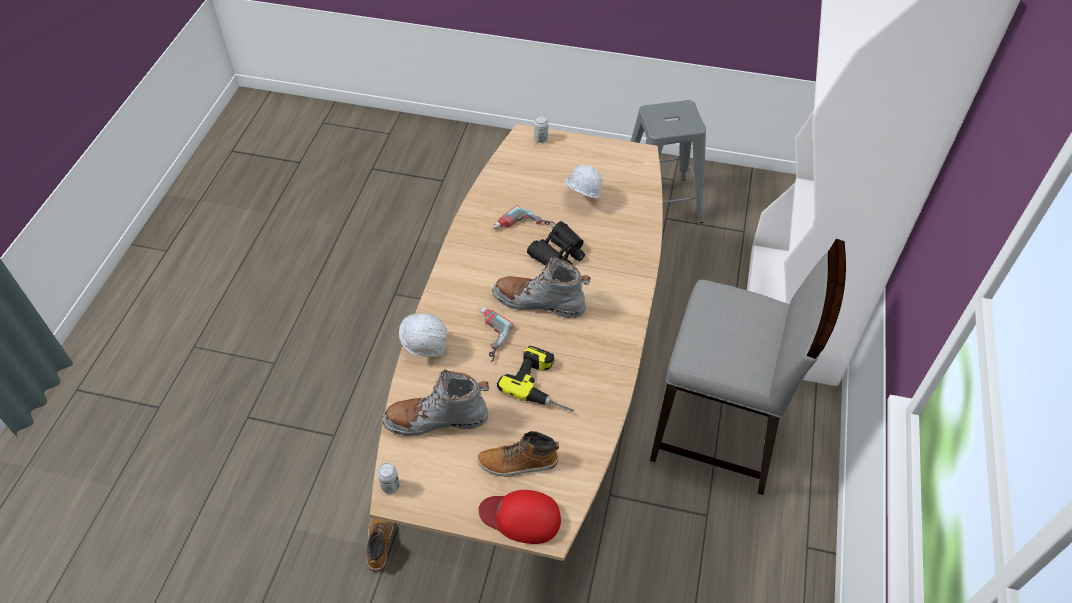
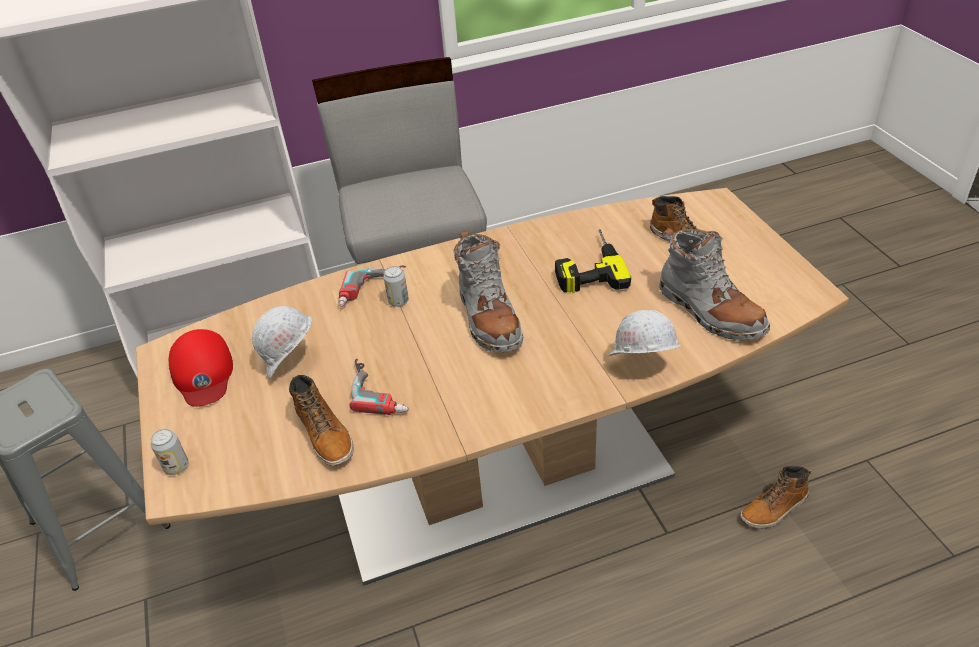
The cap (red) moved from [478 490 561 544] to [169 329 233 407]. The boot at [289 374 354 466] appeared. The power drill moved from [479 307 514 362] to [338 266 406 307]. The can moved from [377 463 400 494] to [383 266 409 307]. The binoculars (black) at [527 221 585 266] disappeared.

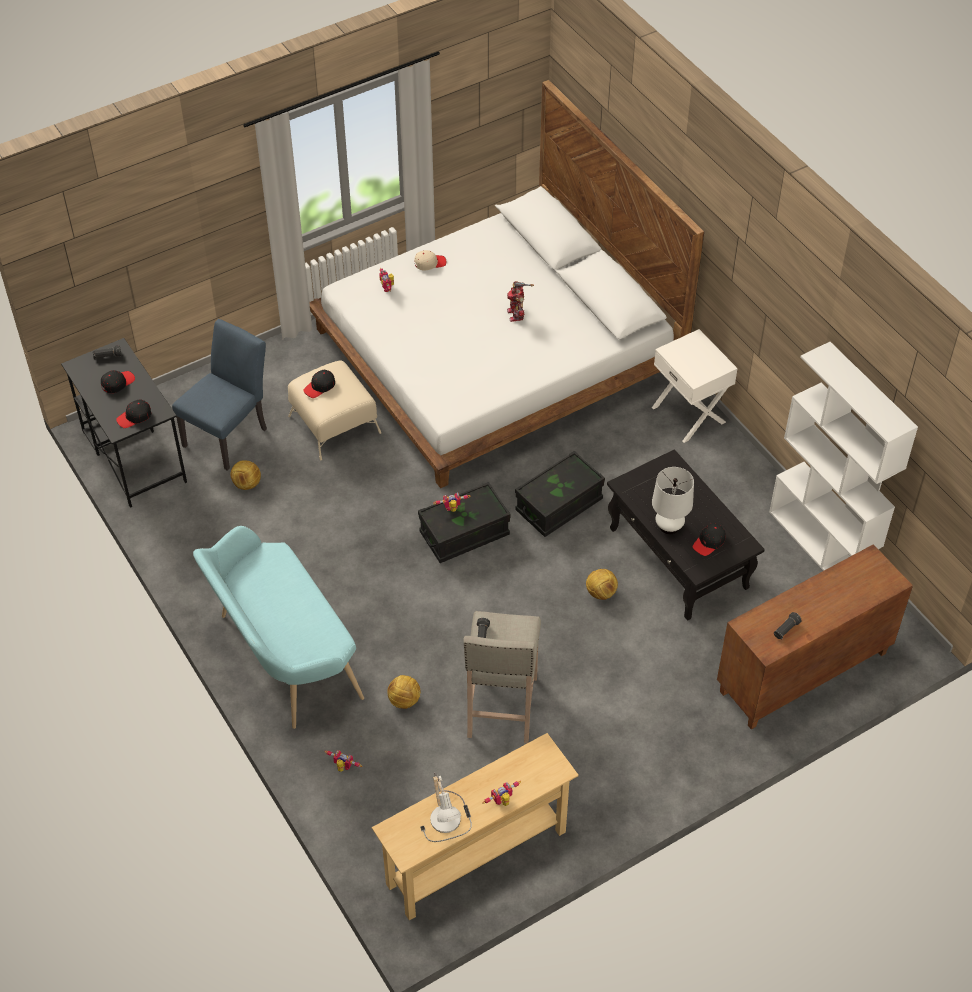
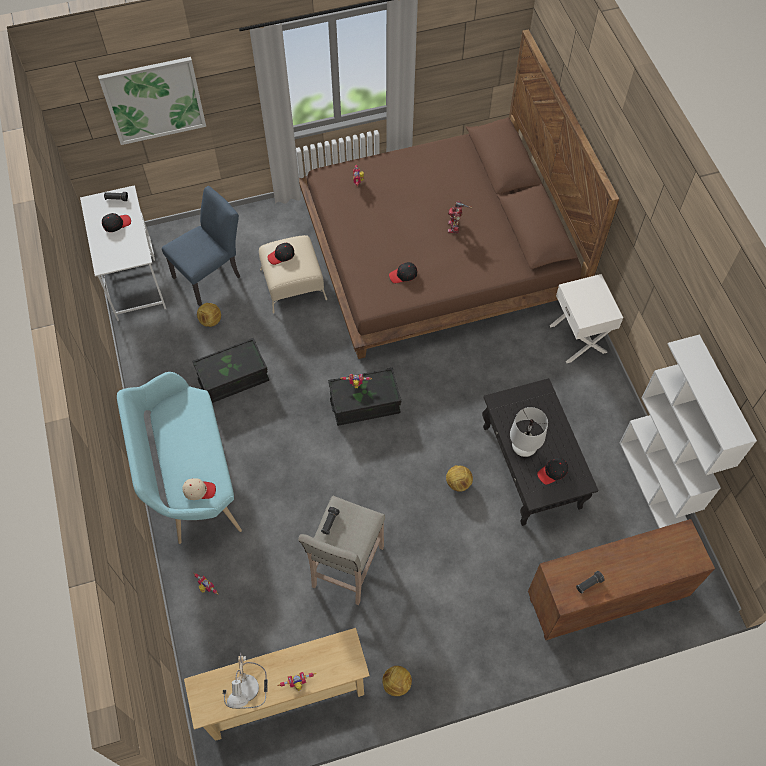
The desk (black) at [61 338 187 508] became the desk (white) at [80 185 166 321]. The picture at [98 57 206 145] appeared. The cap (beige) moved from [414 250 447 270] to [182 478 216 500]. The storage box (black) moved from [515 451 605 537] to [192 338 269 403]. The bed (white) at [309 80 704 488] became the bed (brown) at [299 29 620 359]. The football moved from [387 675 421 709] to [382 666 412 696]. The cap (black) moved from [116 400 151 428] to [389 262 417 283].

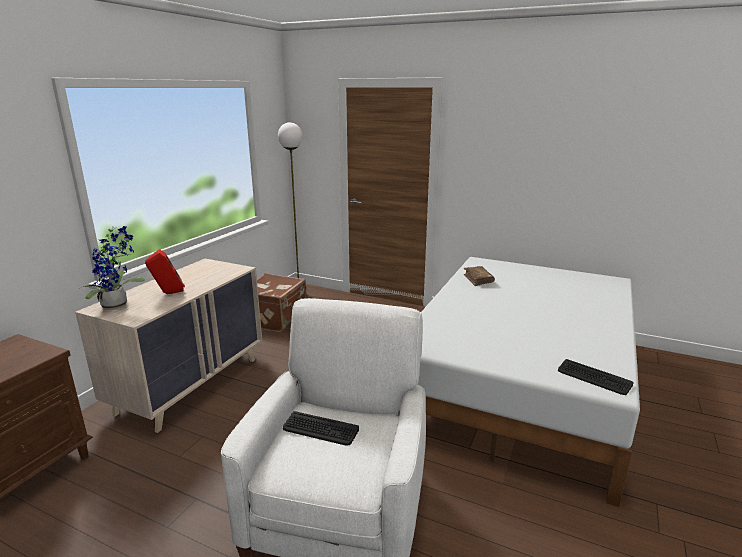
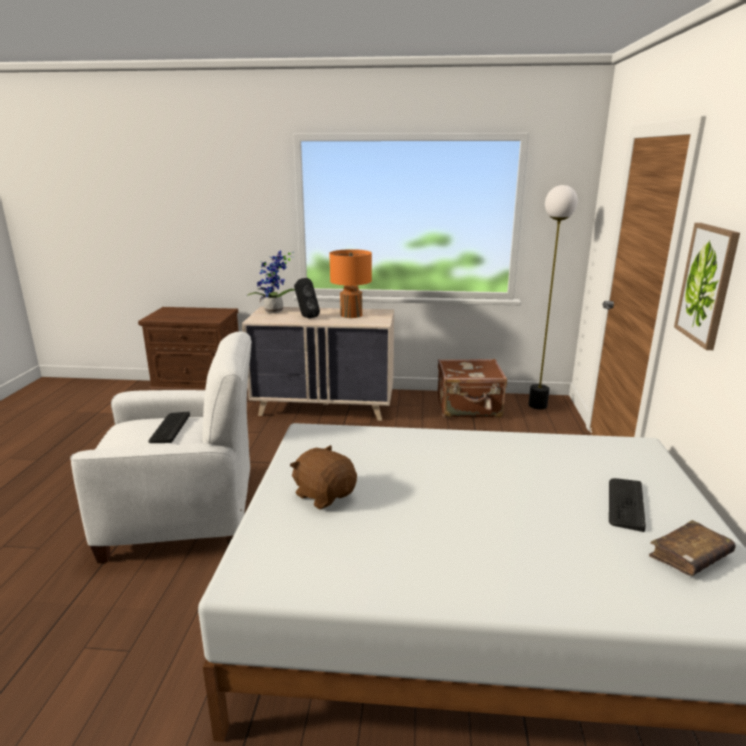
The plush toy (brown) at [290 445 357 509] appeared. The speaker (red) at [145 249 185 294] became the speaker (black) at [294 278 320 318]. The table lamp (orange) at [329 249 372 318] appeared. The keyboard moved from [558 359 634 395] to [609 478 646 532]. The book (brown) moved from [464 266 495 286] to [649 520 736 576]. The picture at [674 223 740 350] appeared.

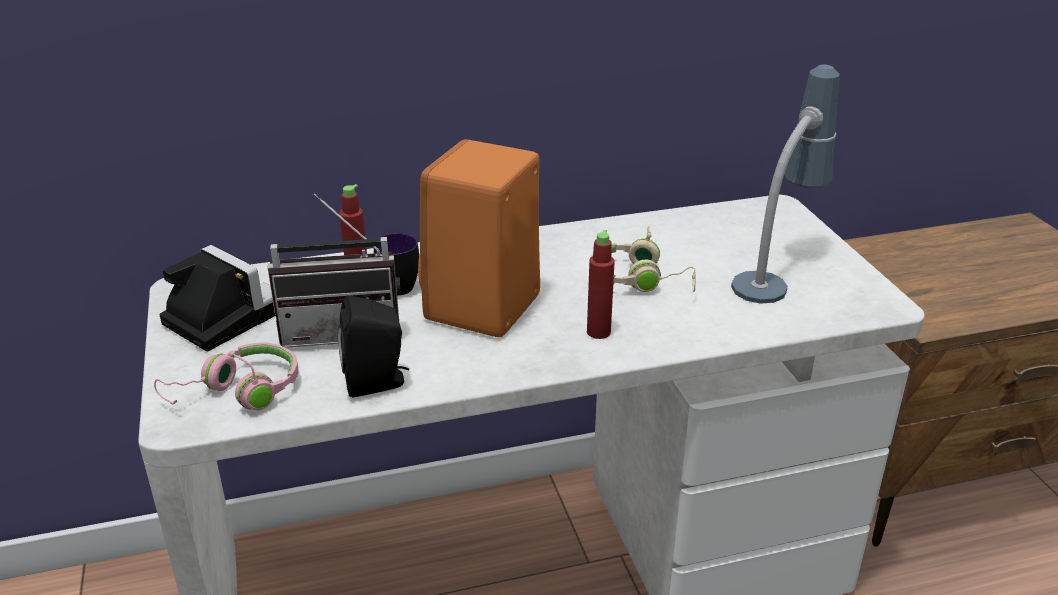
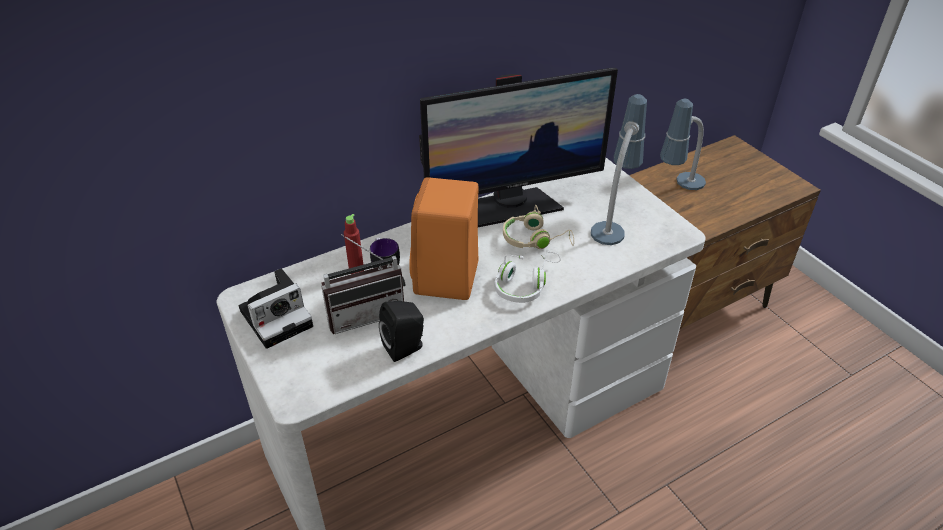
The photo camera at [159 245 275 351] turned 120 degrees clockwise. The monitor at [419 68 618 227] appeared. The bottle (red) at [587 230 615 339] was replaced by the headphones (white) at [494 252 561 303]. The table lamp at [660 99 706 190] appeared. The headphones (pink) at [154 342 299 410] disappeared.

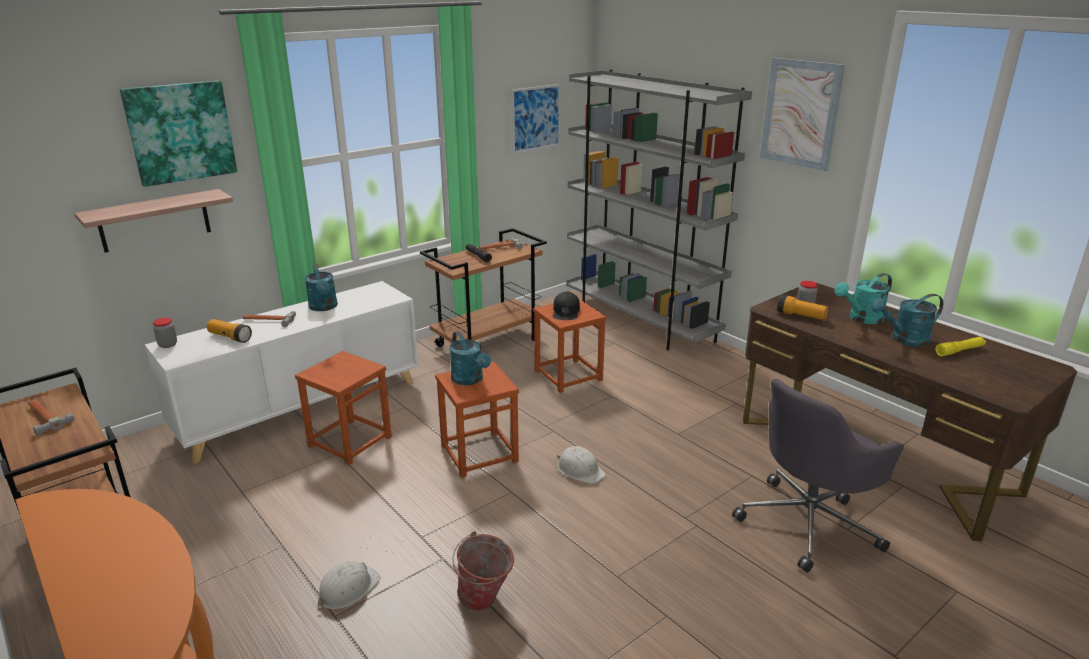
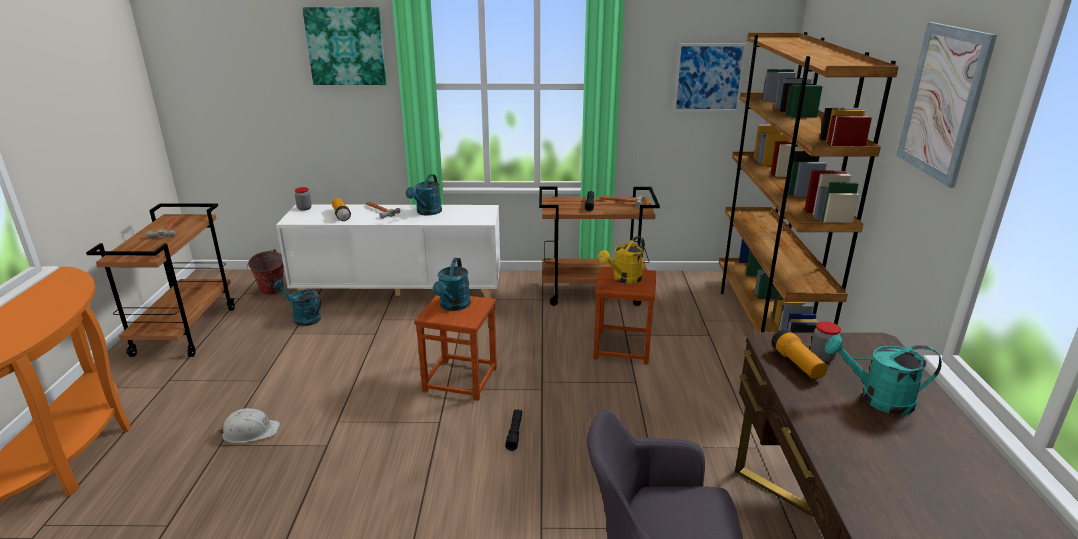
The bucket moved from [453 531 514 610] to [247 249 284 295]. The watering can (turquoise) moved from [871 294 943 347] to [273 280 321 326]. The hard hat (white) at [557 446 606 484] was replaced by the flashlight (black) at [505 410 522 451]. The cap (black) at [553 291 580 320] was replaced by the watering can (yellow) at [598 236 645 284]. The bookcase (grey) at [566 70 752 350] became the bookcase (brown) at [719 32 899 333]. The shelf at [74 189 233 253] disappeared. The stool (brown) at [295 351 392 465] disappeared. The flashlight (yellow) at [935 337 986 356] disappeared.

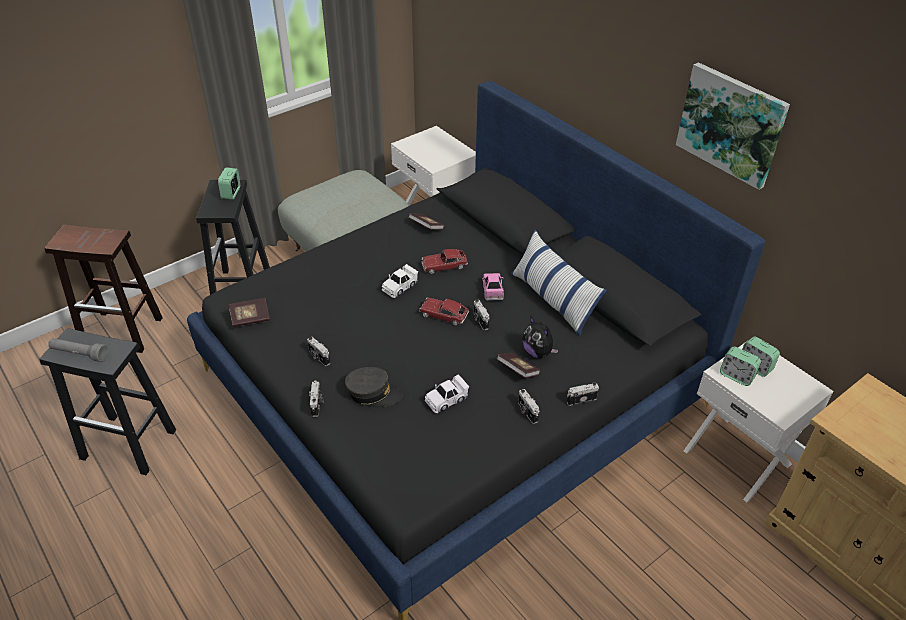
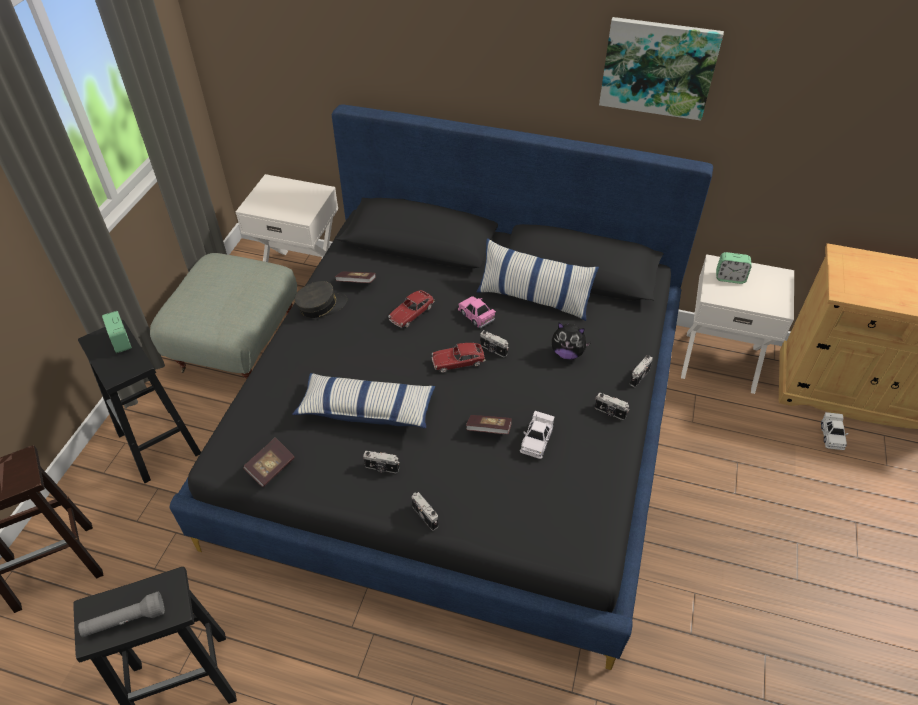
The pillow at [292 373 435 429] appeared. The cap (grey) moved from [345 367 402 408] to [294 281 347 318]. The book moved from [497 353 541 378] to [466 415 512 434]. The toy car (white) moved from [381 264 418 298] to [821 412 849 450]. The alarm clock at [720 347 761 386] disappeared.

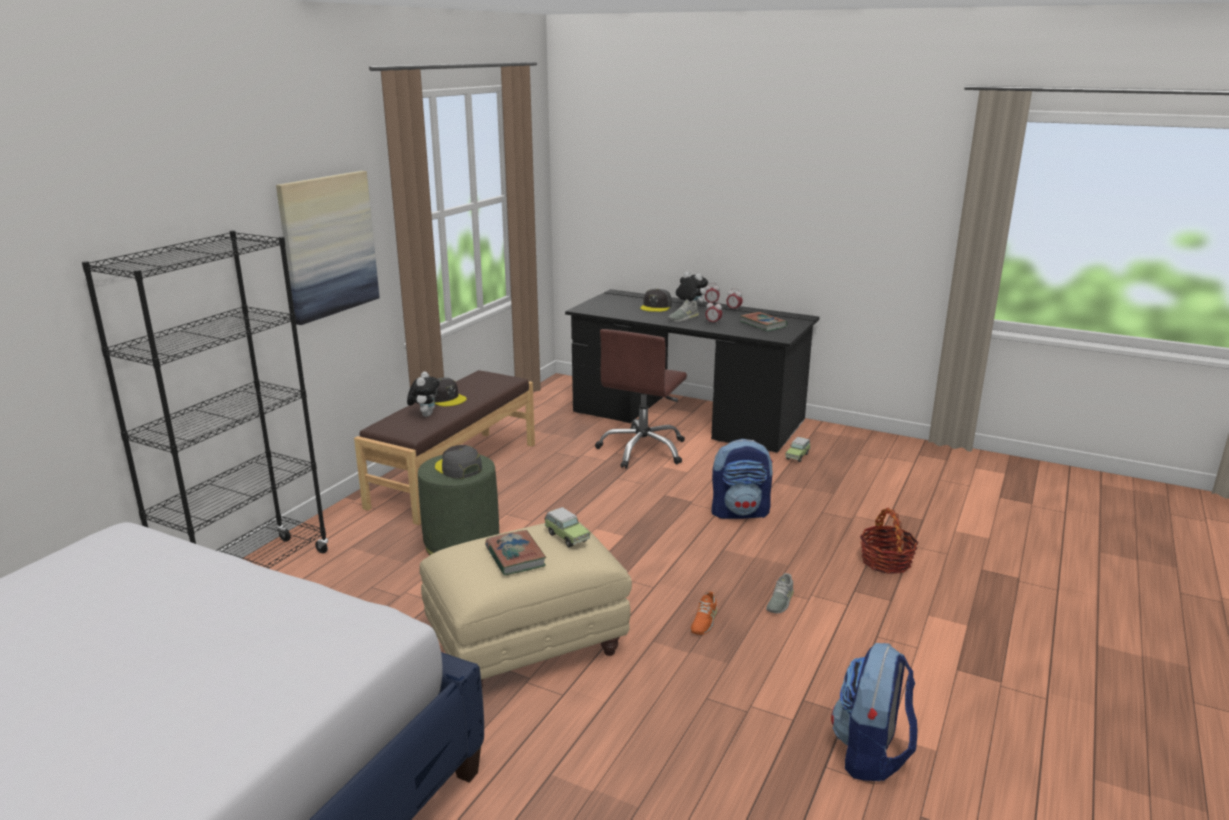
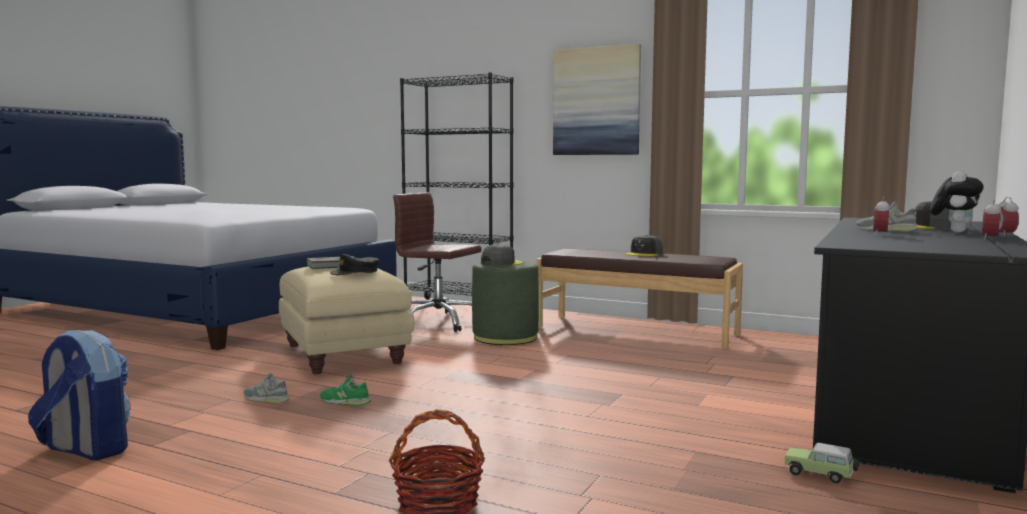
The shoe (grey) moved from [766 573 794 613] to [244 373 290 404]. The shoe (orange) at [690 592 717 635] became the shoe (green) at [320 375 371 406]. The toy car at [545 507 590 548] was replaced by the cap (black) at [330 254 380 275]. The office chair (brown) moved from [595 329 687 469] to [393 193 482 332]. The plush toy at [407 372 440 417] disappeared. The backpack at [712 439 773 519] disappeared. The book at [741 312 787 331] disappeared.

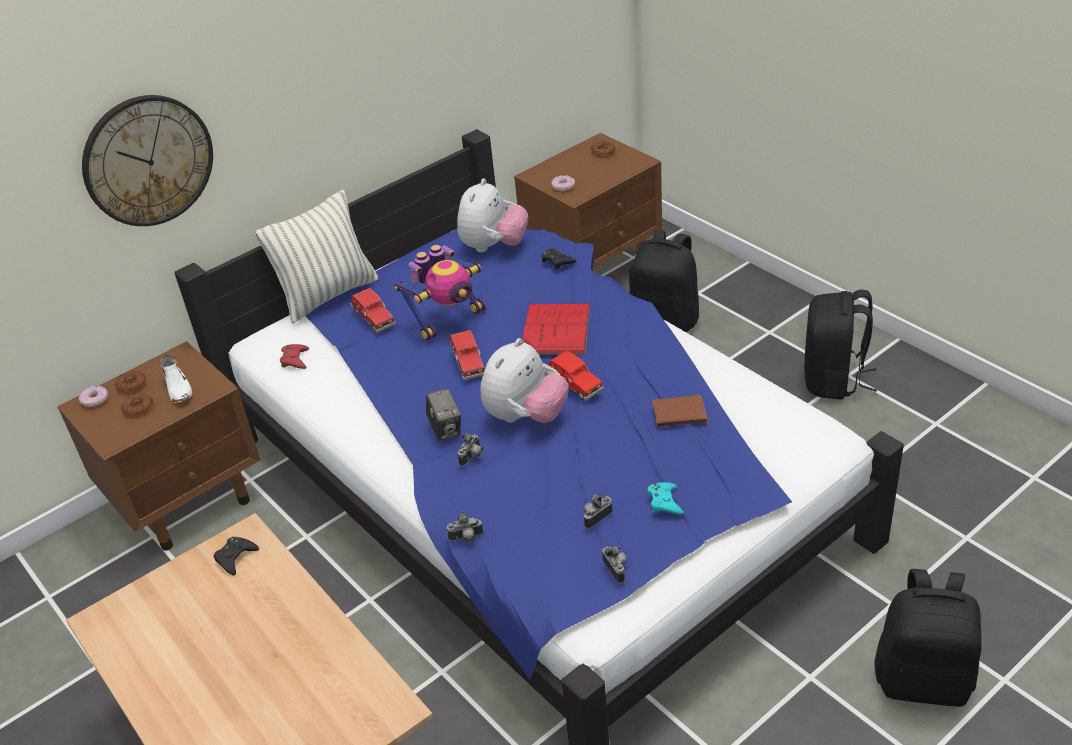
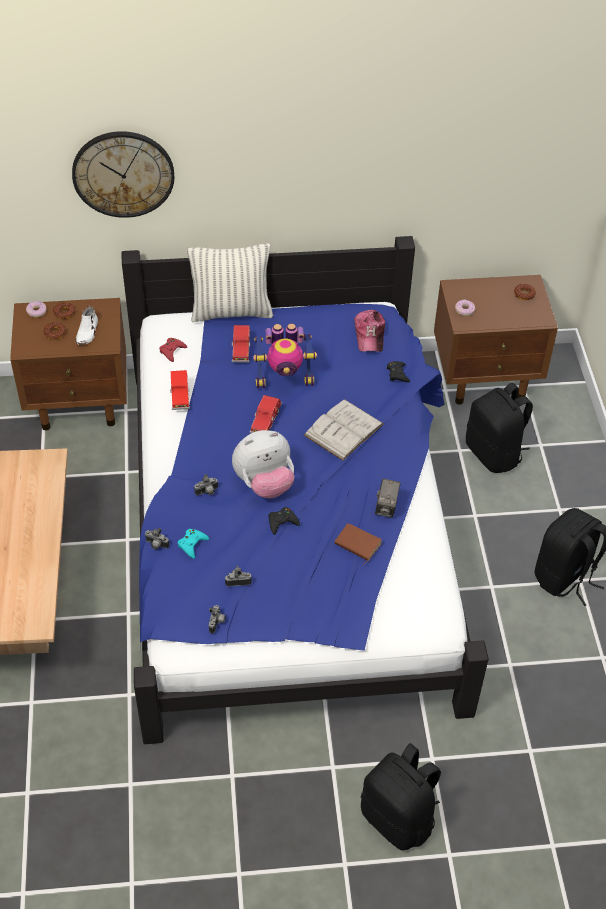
The toy car (red) moved from [548 351 604 400] to [170 370 190 410]. The game controller (turquoise) moved from [648 482 684 514] to [178 529 209 559]. The game controller (black) moved from [214 537 259 575] to [269 507 300 535]. The book (red) at [523 304 590 354] became the book (white) at [304 399 384 461]. The plush toy at [457 179 528 252] was replaced by the cap at [354 310 385 352]. The photo camera moved from [426 388 461 441] to [375 479 401 518].

